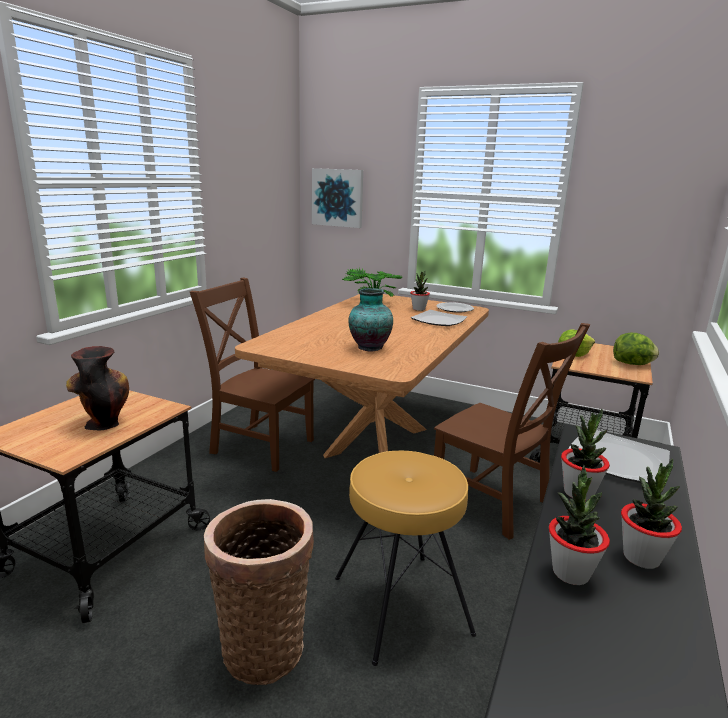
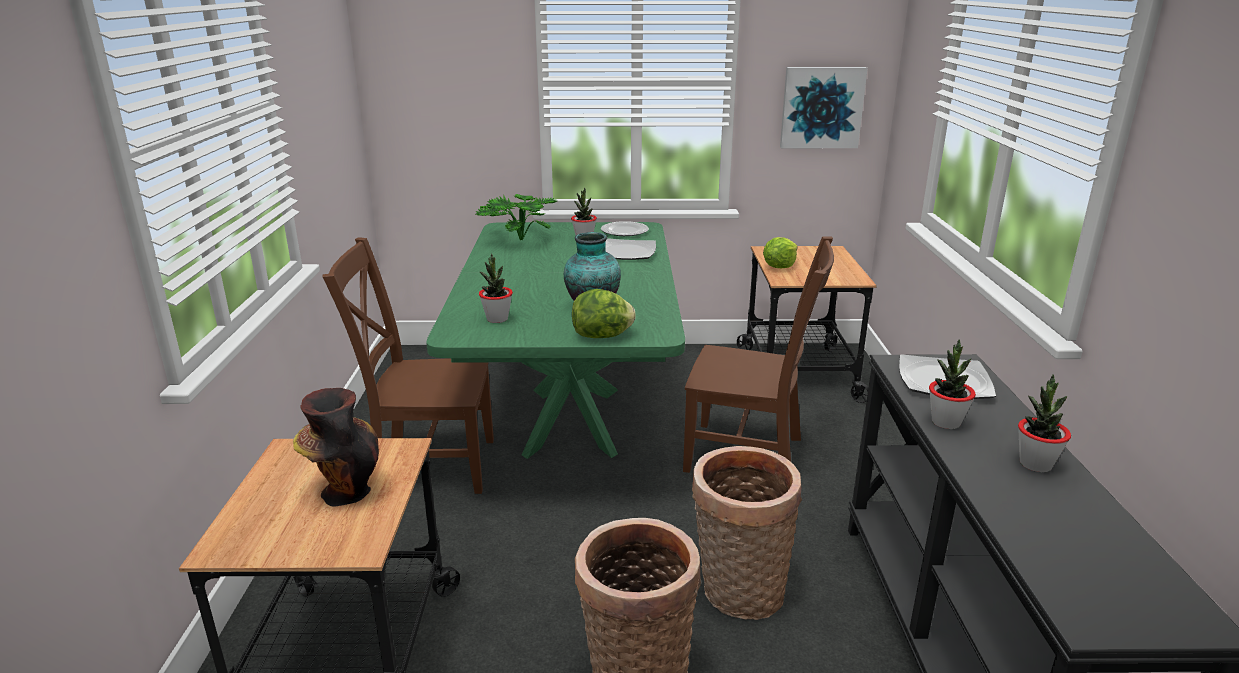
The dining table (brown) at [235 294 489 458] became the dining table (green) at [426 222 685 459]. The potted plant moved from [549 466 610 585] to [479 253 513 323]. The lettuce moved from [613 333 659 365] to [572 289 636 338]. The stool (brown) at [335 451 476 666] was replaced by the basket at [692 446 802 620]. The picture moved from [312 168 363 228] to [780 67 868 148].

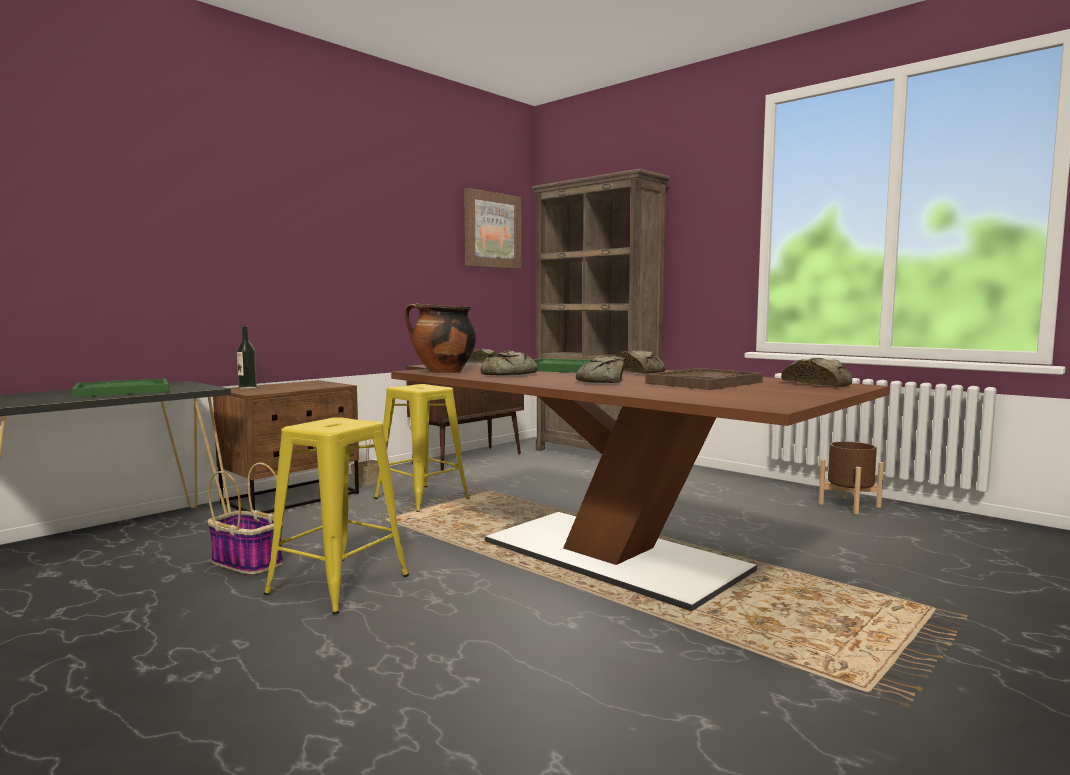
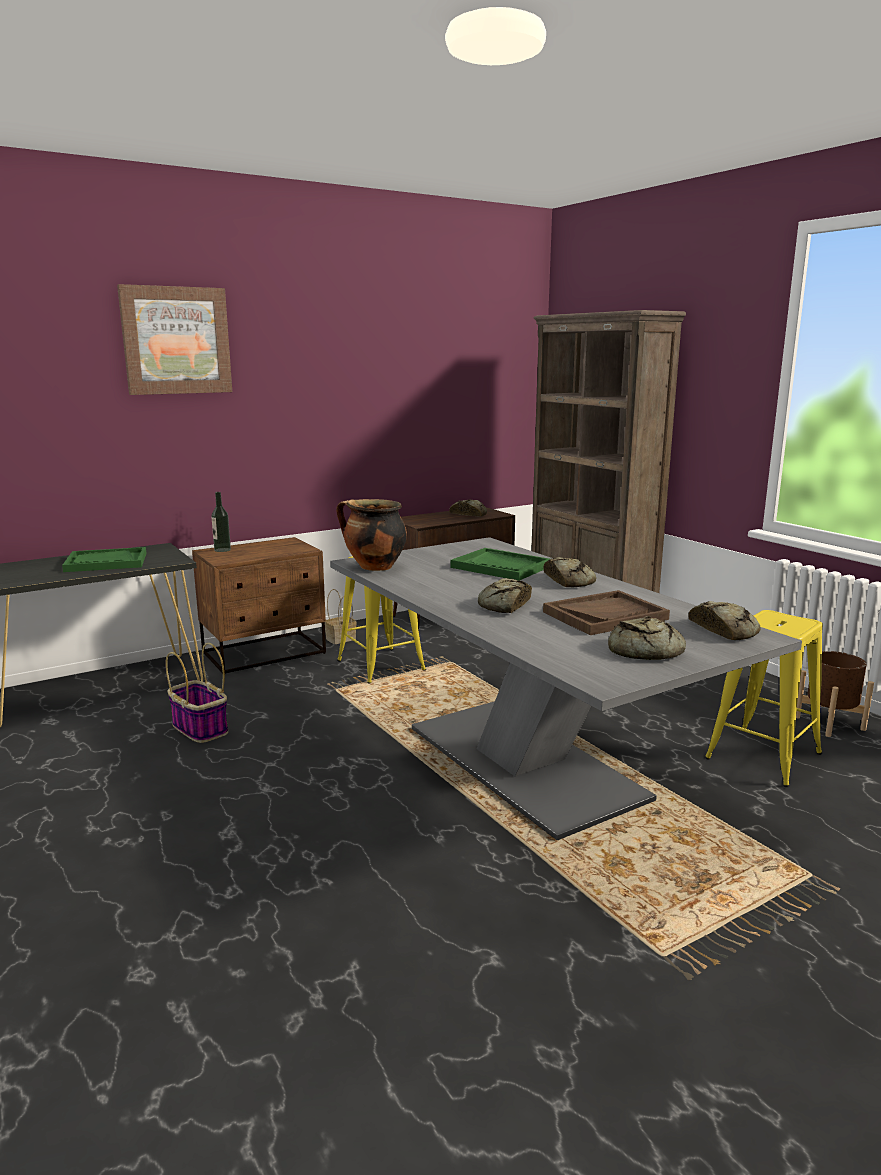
The picture moved from [464 188 522 269] to [117 284 232 395]. The dining table (brown) at [391 364 890 611] became the dining table (grey) at [330 537 802 841]. The bread moved from [481 350 538 376] to [608 616 686 660]. The stool (yellow) moved from [264 417 409 614] to [705 610 823 787].

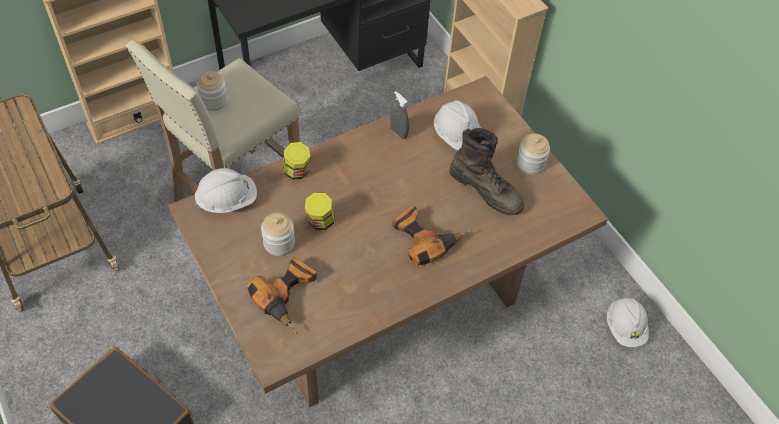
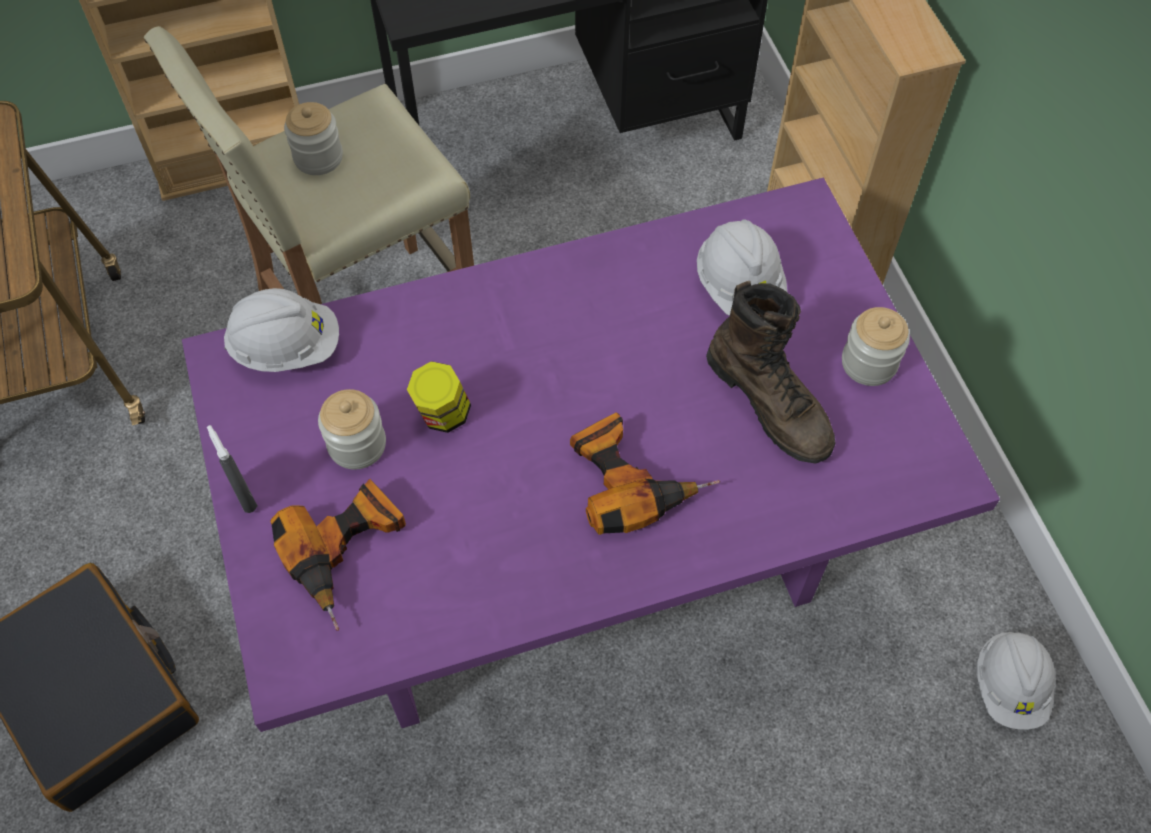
The dining table (brown) at [168 76 608 408] became the dining table (purple) at [182 178 1000 732]. The spray bottle (grey) moved from [390 91 409 139] to [207 425 257 513]. The jar at [283 142 310 180] disappeared.

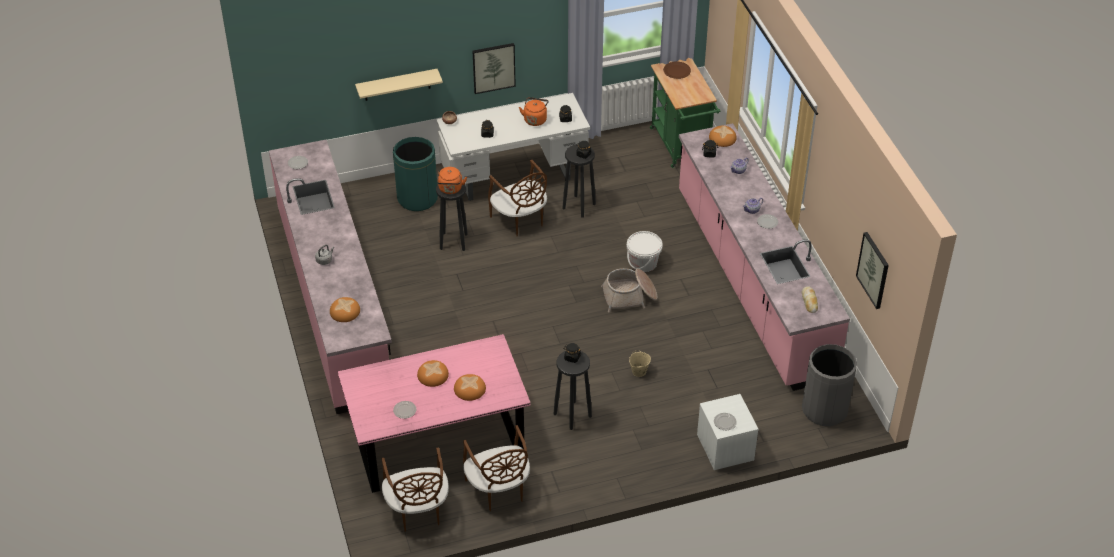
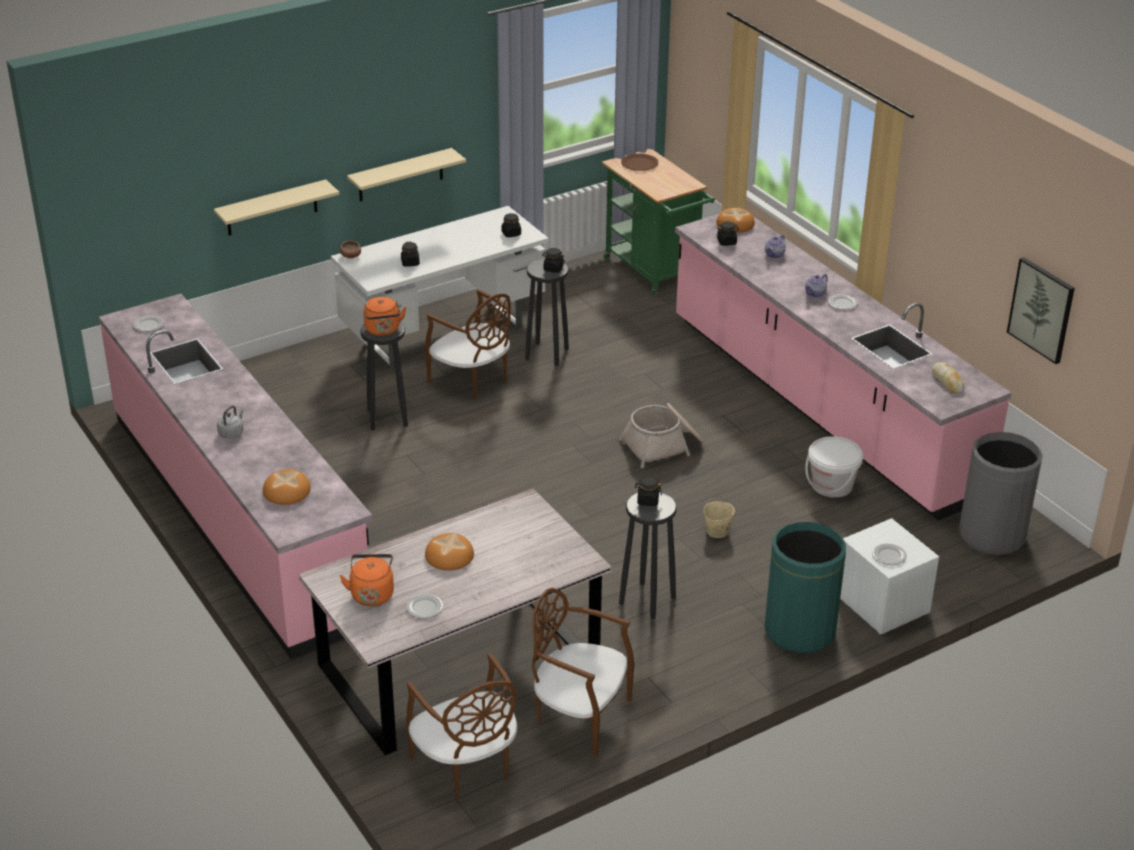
The dining table (pink) at [338 334 531 493] became the dining table (grey) at [299 489 611 755]. The kettle (orange) moved from [519 97 549 126] to [340 554 394 606]. The picture at [473 43 516 94] was replaced by the shelf (beige) at [347 148 466 202]. The chair (brown) at [463 425 530 511] turned 150 degrees clockwise. The trash can (green) moved from [393 137 438 211] to [765 522 846 653]. The bucket (white) moved from [627 231 663 272] to [805 436 863 498]. The bread at [454 374 486 401] disappeared.

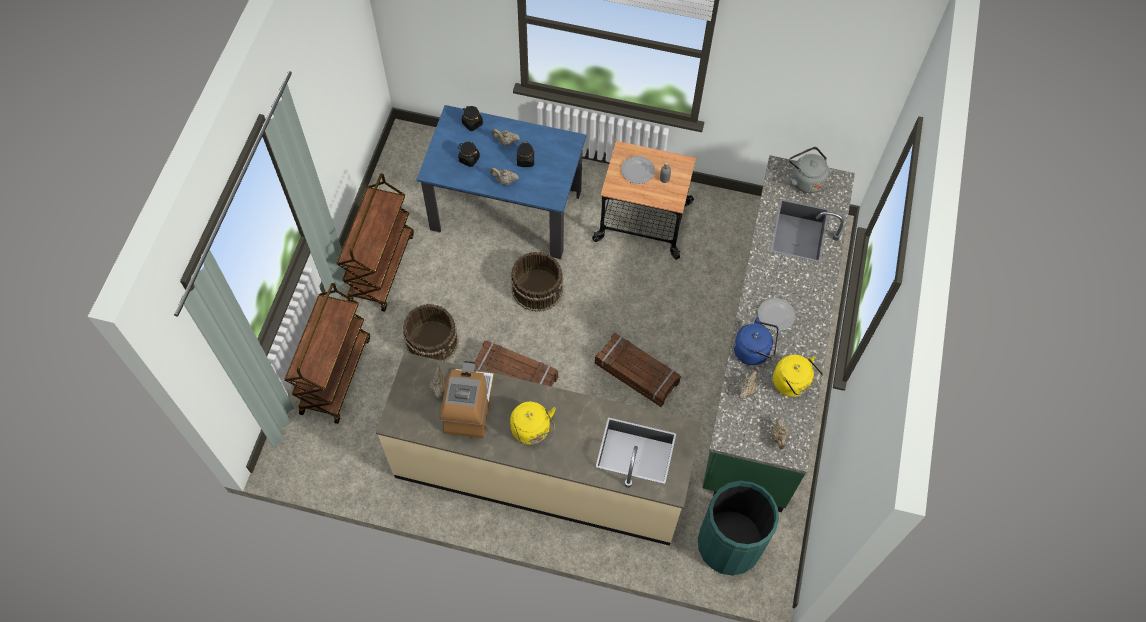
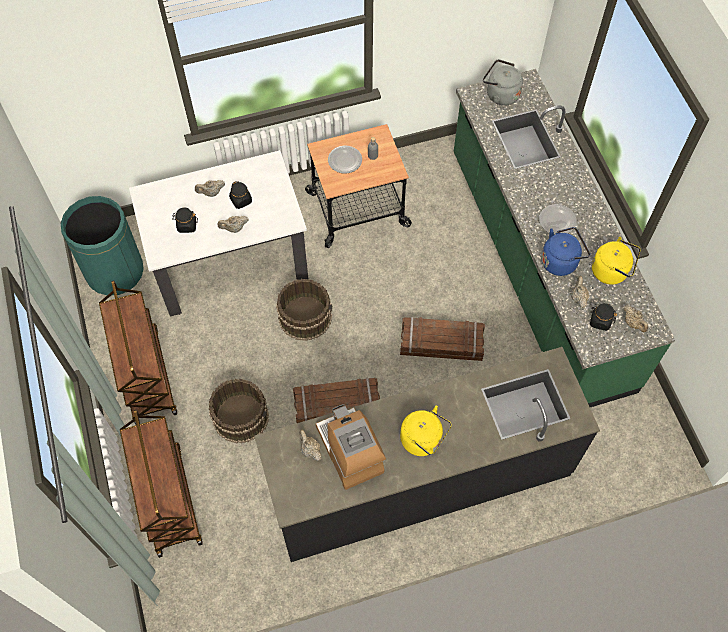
The trash can (green) moved from [698 481 779 575] to [61 196 144 295]. The dining table (blue) at [417 105 586 259] became the dining table (white) at [129 150 308 317]. The counter (beige) at [376 352 702 546] became the counter (black) at [254 347 600 562]. The jar (black) moved from [462 106 483 131] to [590 303 617 331].

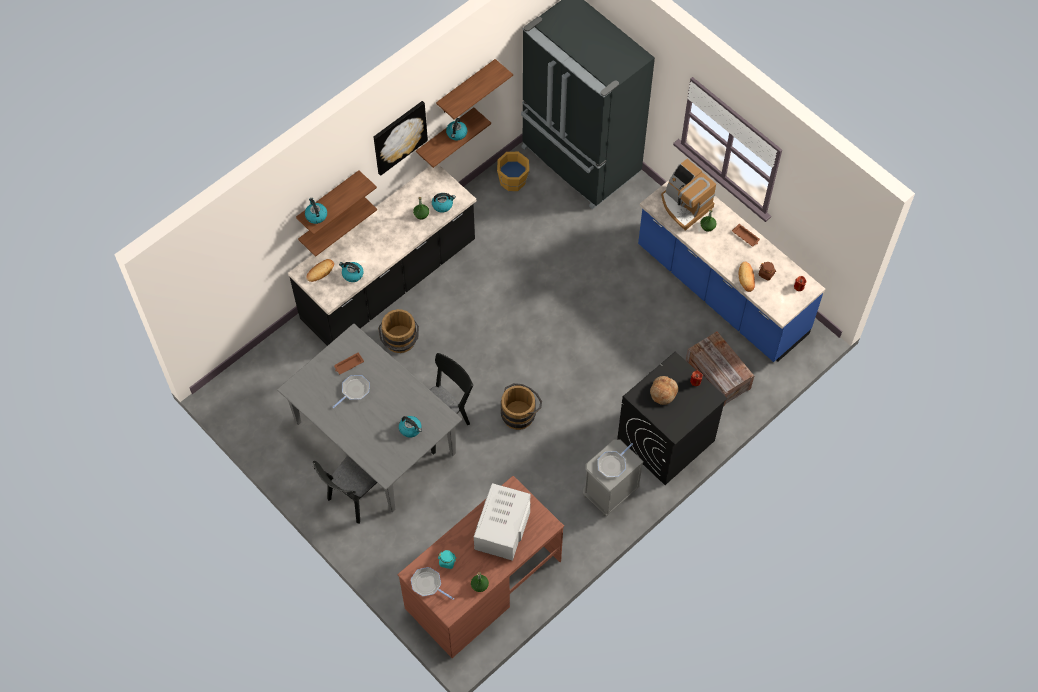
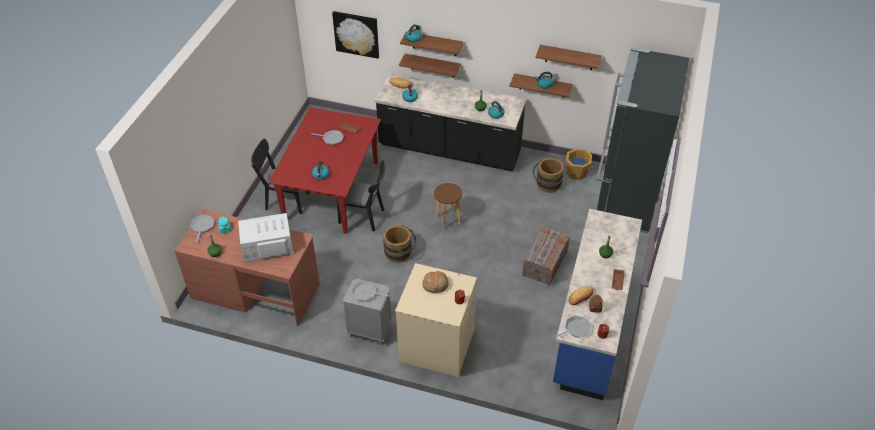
The dining table (grey) at [277 323 462 512] became the dining table (red) at [268 108 381 234]. The picture moved from [374 101 428 176] to [332 11 379 59]. The washing machine (black) at [617 352 727 485] became the washing machine (beige) at [395 263 477 377]. The stool (brown) at [434 183 462 230] appeared. The crate moved from [686 331 754 406] to [522 227 570 286]. The bucket (brown) moved from [378 309 419 353] to [532 158 564 193]. The frying pan at [554 315 592 338] appeared. The coffee machine at [661 159 716 231] disappeared.

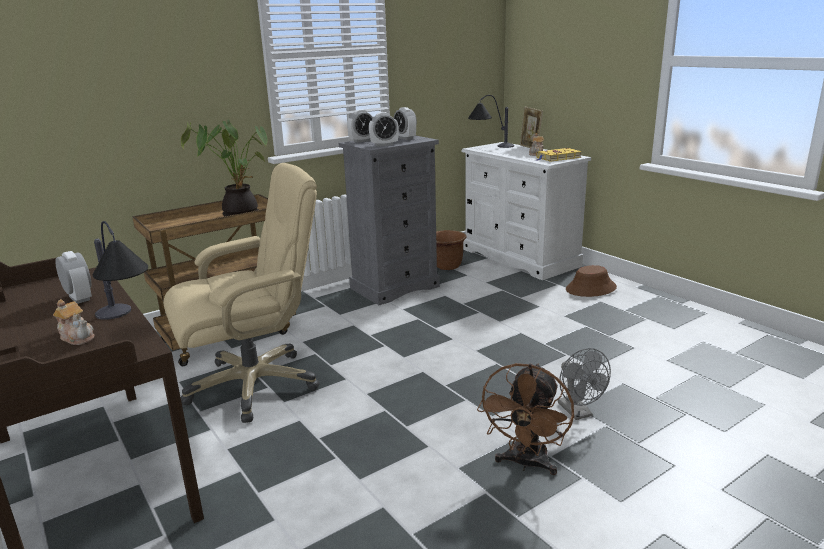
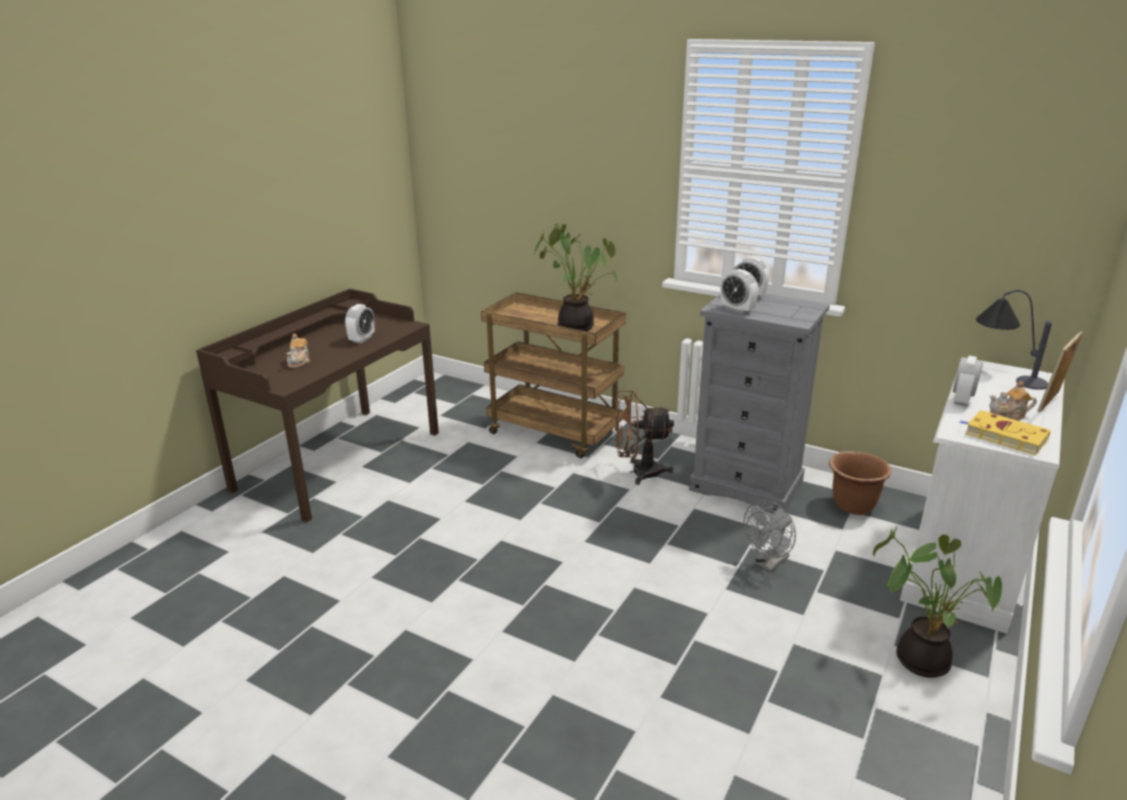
The fan (brown) moved from [477 363 574 475] to [614 391 674 485]. The fan (grey) moved from [558 348 611 420] to [743 500 796 572]. The hat (brown) at [566 265 617 297] was replaced by the potted plant at [873 527 1002 678]. The alarm clock moved from [394 107 417 140] to [953 356 983 406]. The table lamp at [93 221 148 320] disappeared. The office chair (beige) at [163 163 320 423] disappeared.

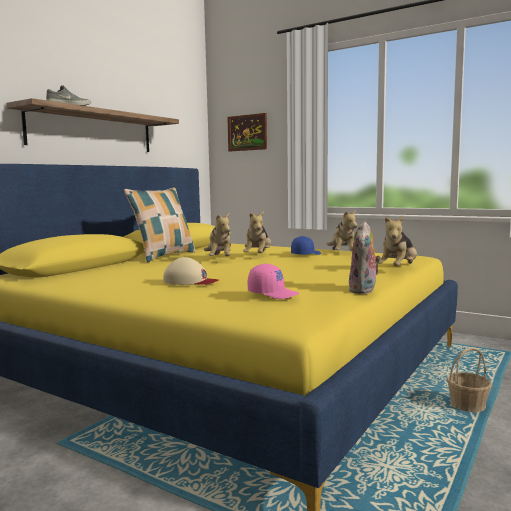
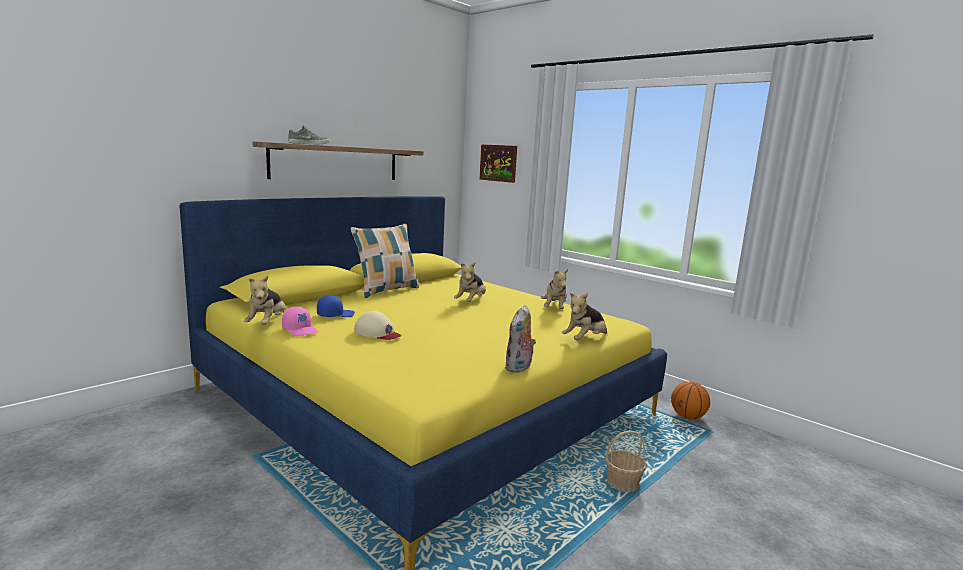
The plush toy moved from [204 212 231 256] to [244 276 286 325]. The cap (pink) moved from [248 263 300 299] to [282 306 318 336]. The cap (blue) moved from [291 236 321 255] to [317 295 355 317]. The basketball at [671 381 710 419] appeared.

